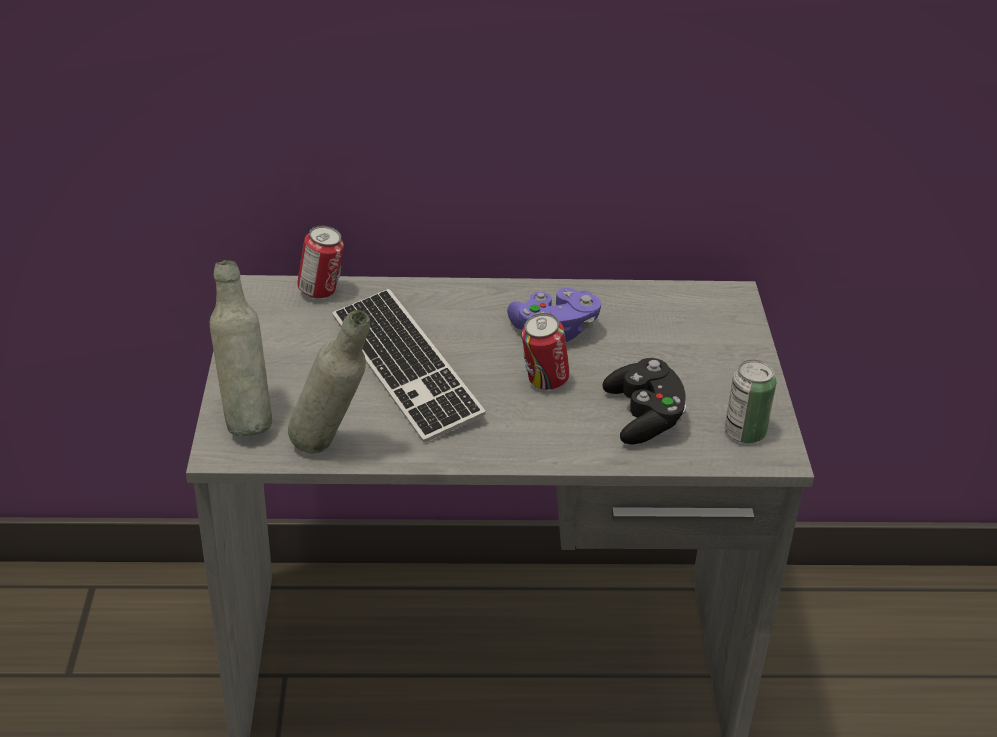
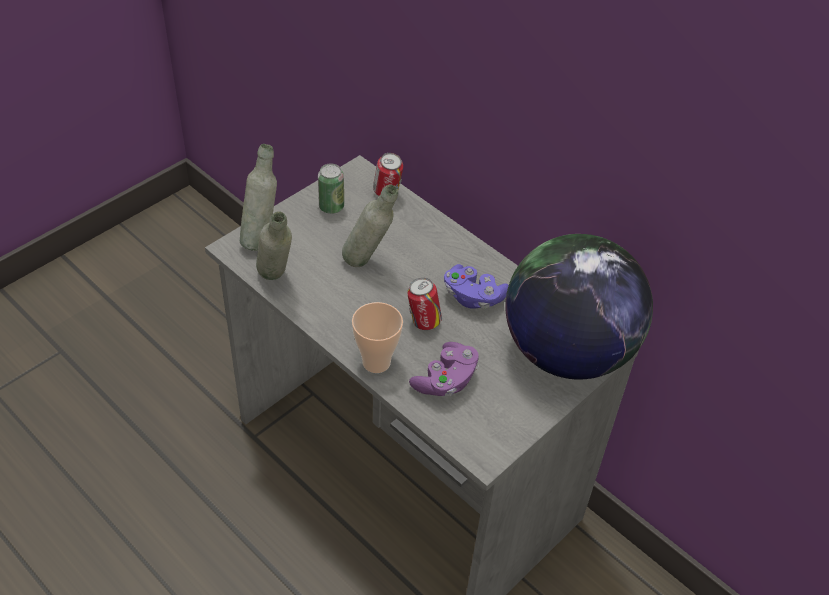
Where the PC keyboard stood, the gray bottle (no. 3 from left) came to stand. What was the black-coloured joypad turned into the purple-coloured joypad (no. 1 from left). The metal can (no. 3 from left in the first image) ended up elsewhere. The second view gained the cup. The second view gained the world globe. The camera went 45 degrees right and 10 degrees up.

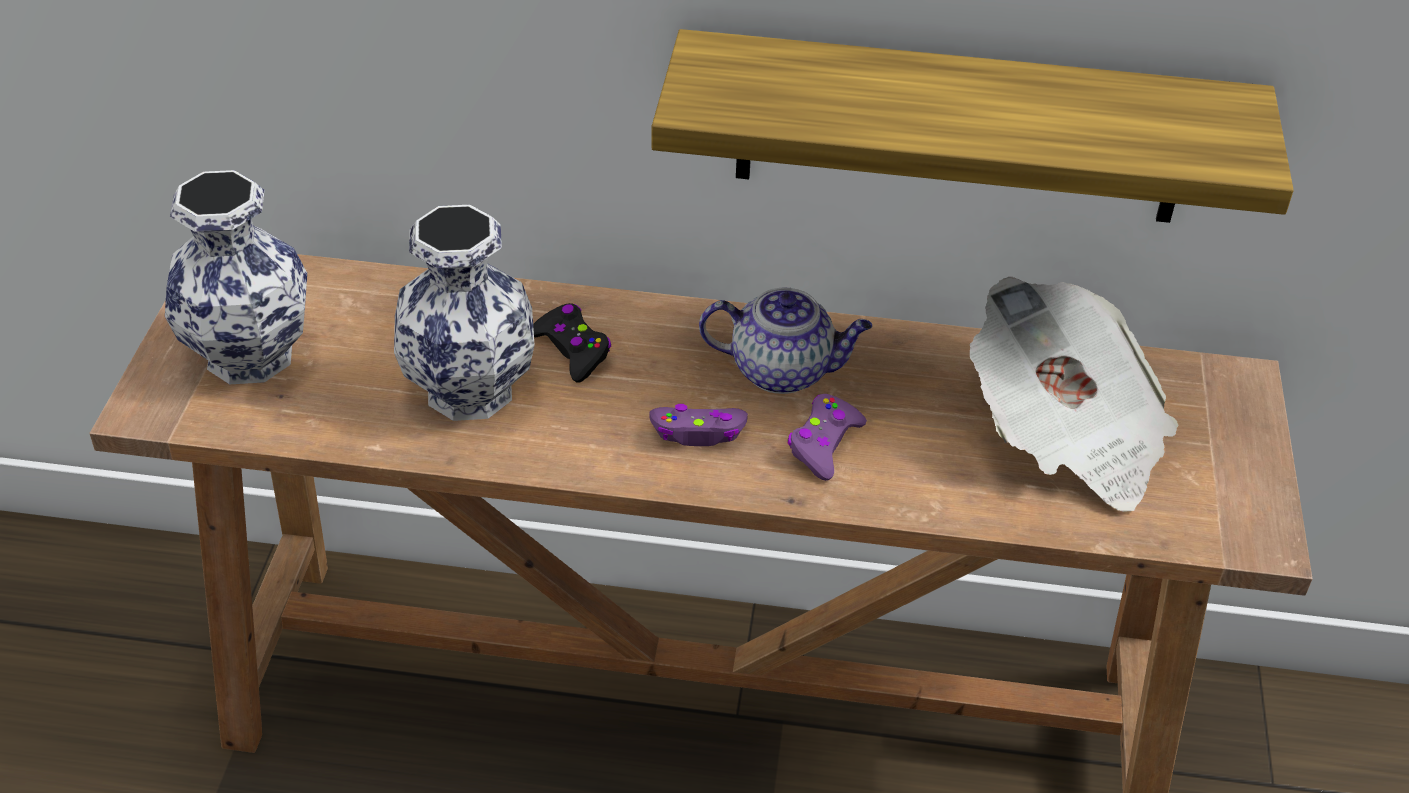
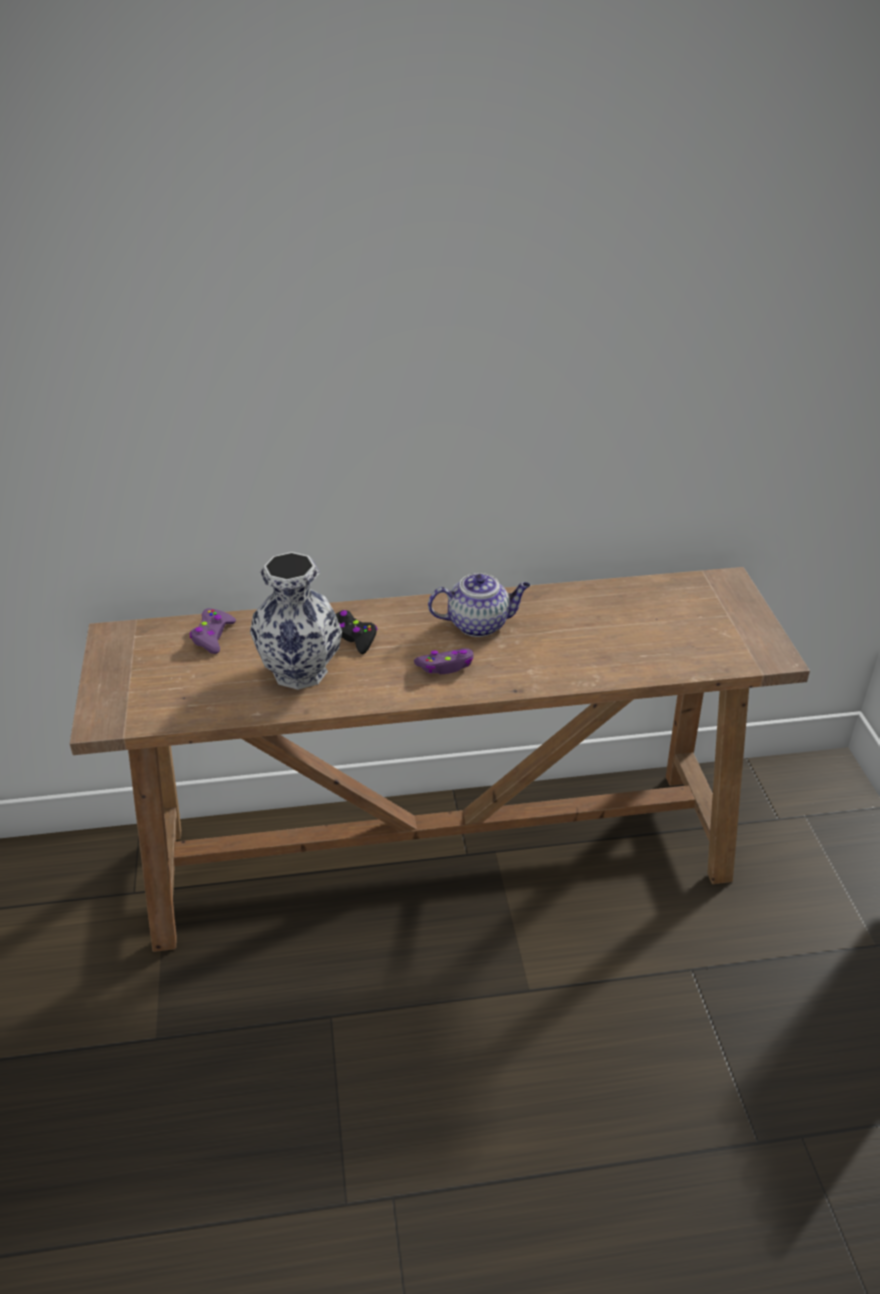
The second view lost the decorative vase (no. 1 from left). The second view lost the wall shelf. The purple-coloured joypad (no. 2 from left in the first image) ended up elsewhere. The second view lost the newspaper. The camera went 15 degrees left and 5 degrees down.

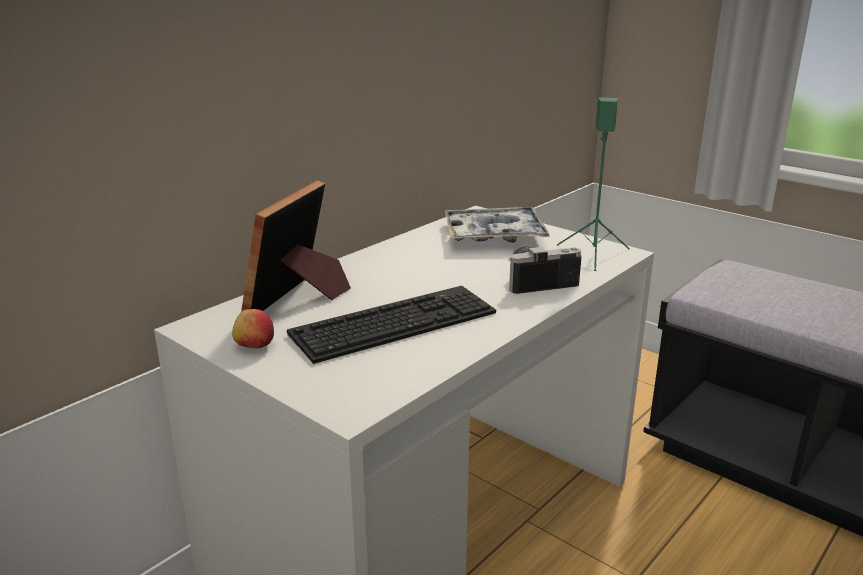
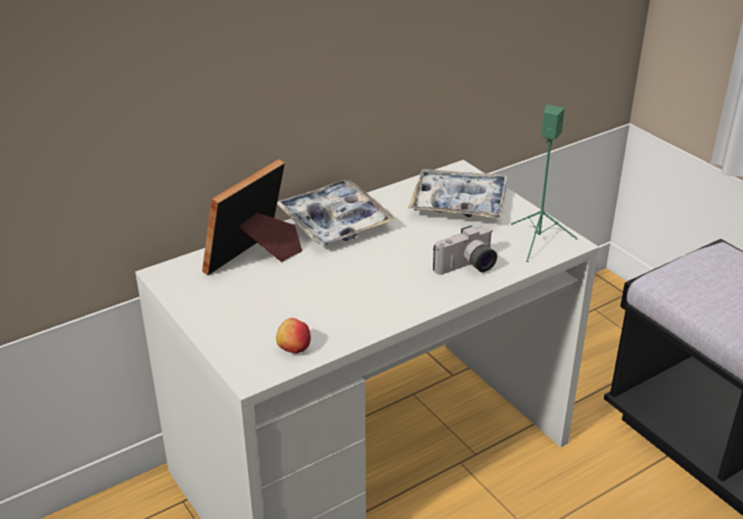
The apple fruit ended up elsewhere. The second view lost the PC keyboard. The still camera ended up facing another way, 150 degrees clockwise from before. The second view gained the serving tray (no. 1 from left). The camera went 15 degrees right and 10 degrees up.

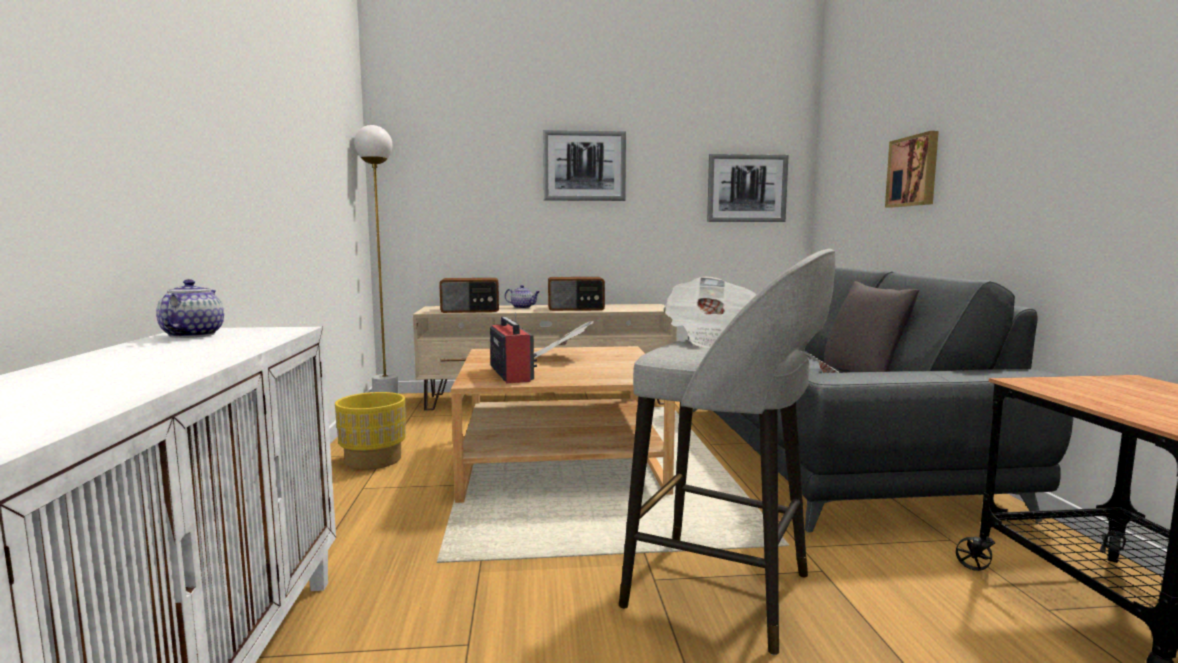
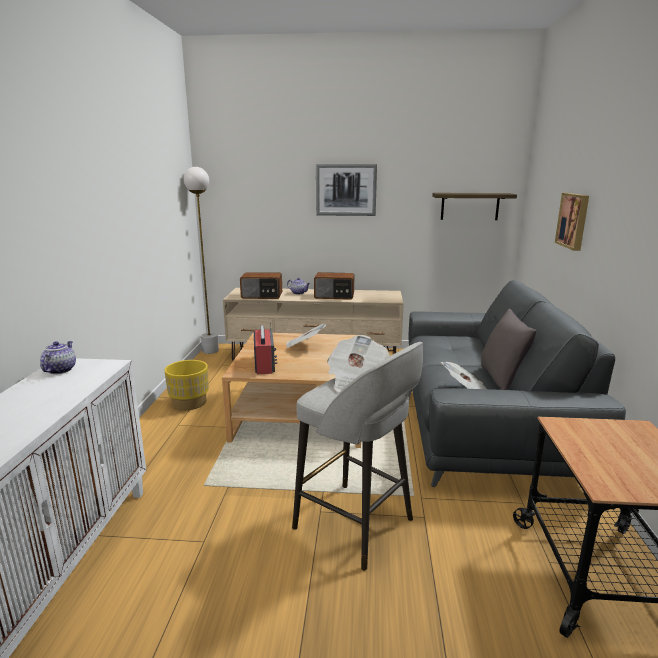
Where the wall picture (no. 2 from left) hung, the wall shelf came to hang. The camera went 10 degrees right and 10 degrees up.

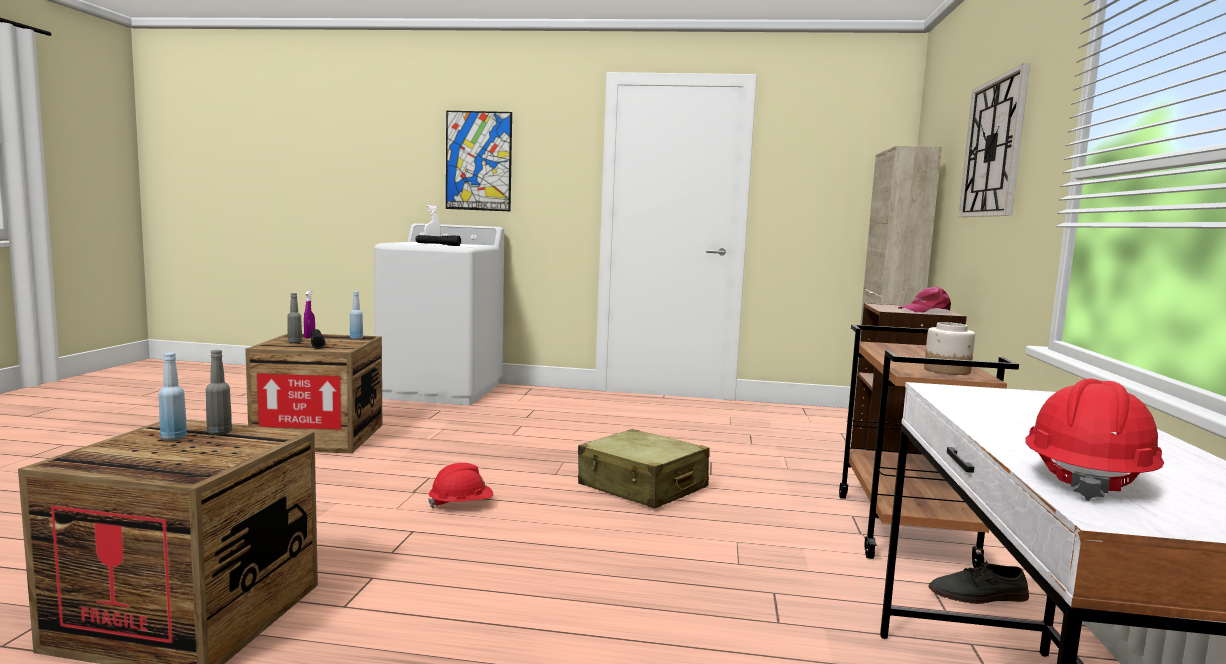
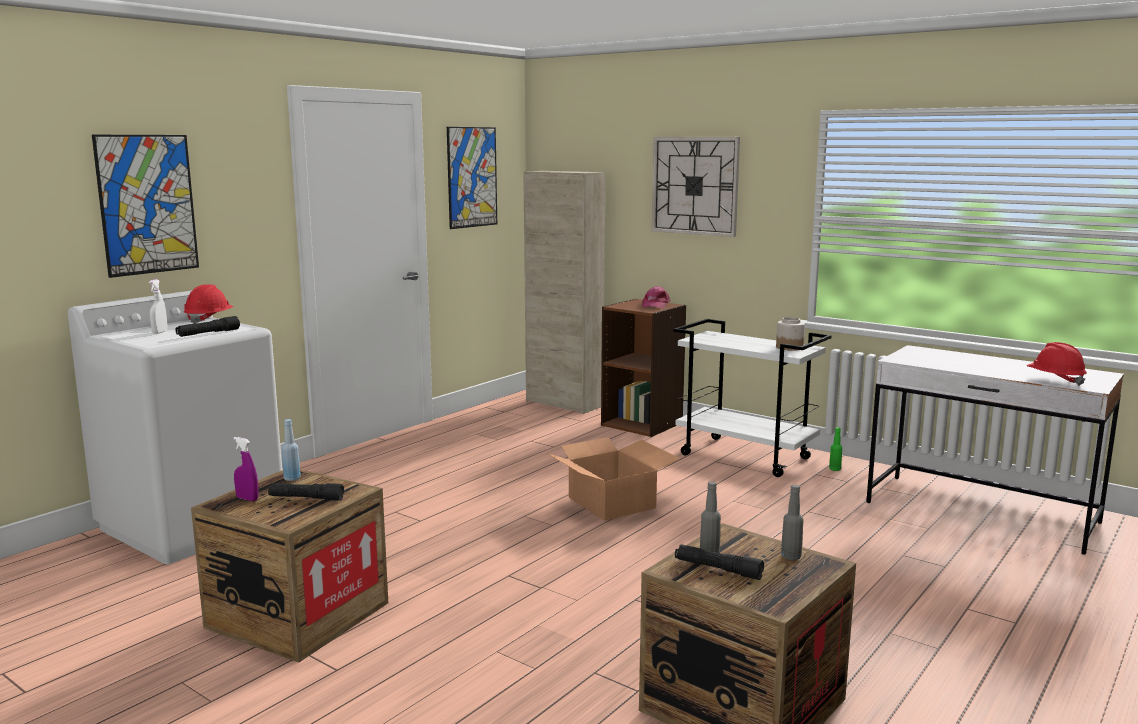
Where the blue bottle (no. 1 from left) stood, the black-coloured hand torch (no. 3 from left) came to stand. The gray bottle (no. 2 from left) ended up elsewhere. The red safety helmet (no. 1 from left) ended up elsewhere. Where the beige-coloured travel case stood, the carton came to stand. What was the brown wheeled cart turned into the white wheeled cart. Where the gray low shoe stood, the green-coloured bottle came to stand. The second view gained the wall picture (no. 2 from left). The camera went 60 degrees left and 5 degrees up.

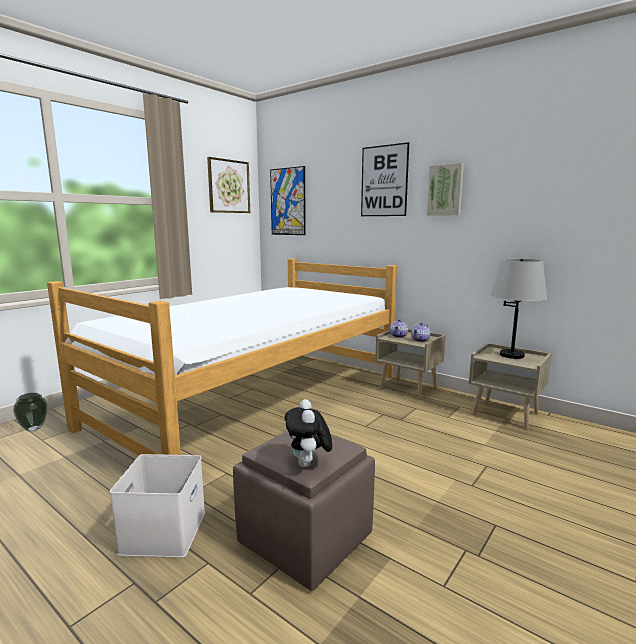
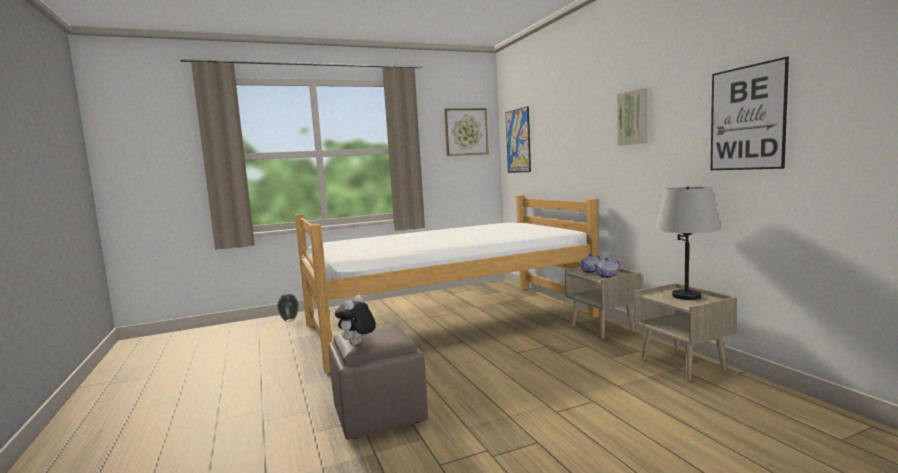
The second view lost the white storage container. The wall picture (no. 3 from left in the first image) ended up elsewhere. The camera went 30 degrees right and 5 degrees down.

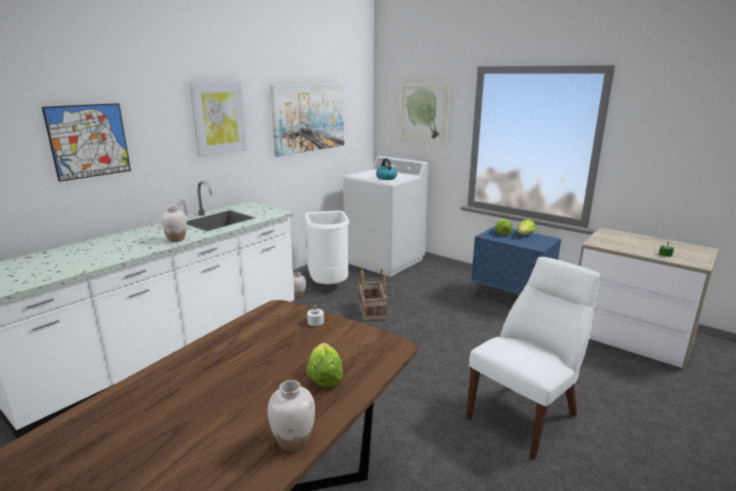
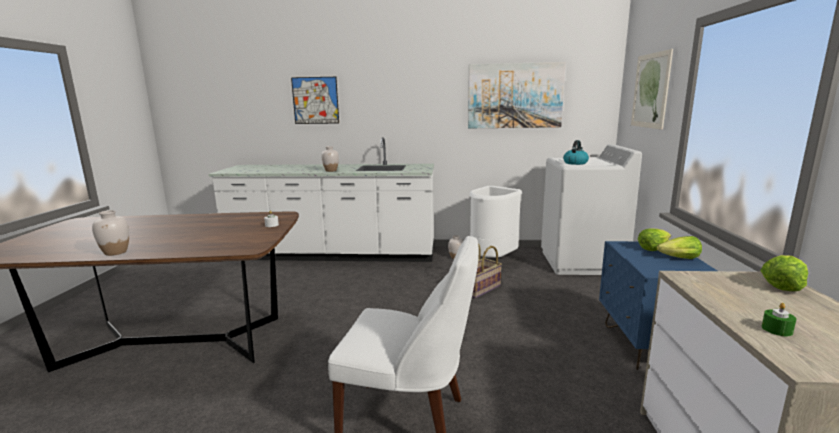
The second view lost the wall picture (no. 2 from left). The lettuce (no. 1 from left in the first image) ended up elsewhere. The camera went 55 degrees right and 5 degrees down.

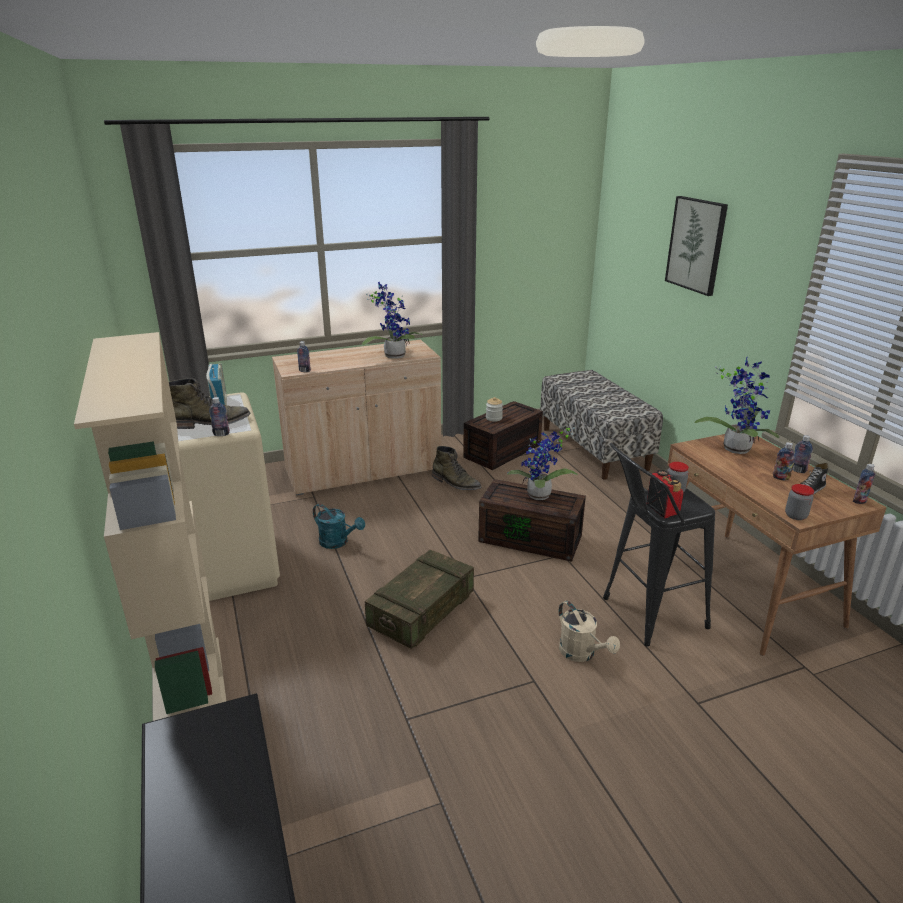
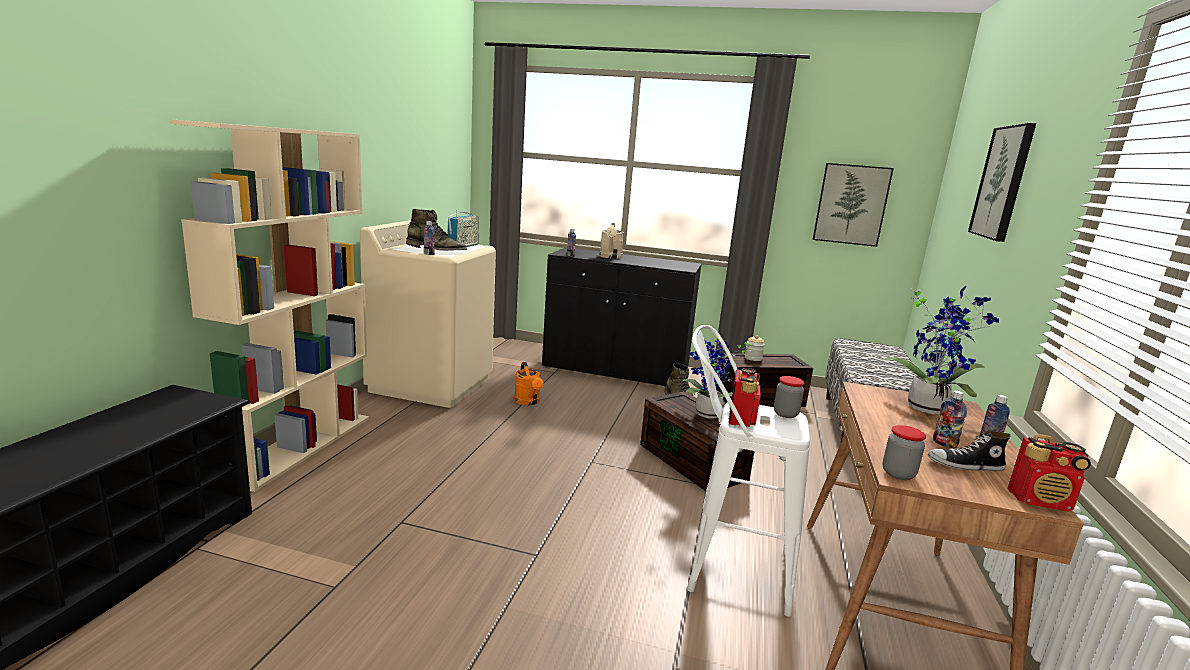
What was the beige-coloured storage cabinet turned into the black-coloured storage cabinet. What was the turquoise-coloured watering pot turned into the orangey watering pot. The second view lost the plant in a pot (no. 1 from left). The second view lost the shipping crate. The beige-coloured watering pot ended up elsewhere. What was the black-coloured stool turned into the white stool. Where the bottle (no. 5 from left) stood, the radio set (no. 3 from left) came to stand. The second view gained the wall picture (no. 1 from left). The camera went 35 degrees right and 10 degrees down.

